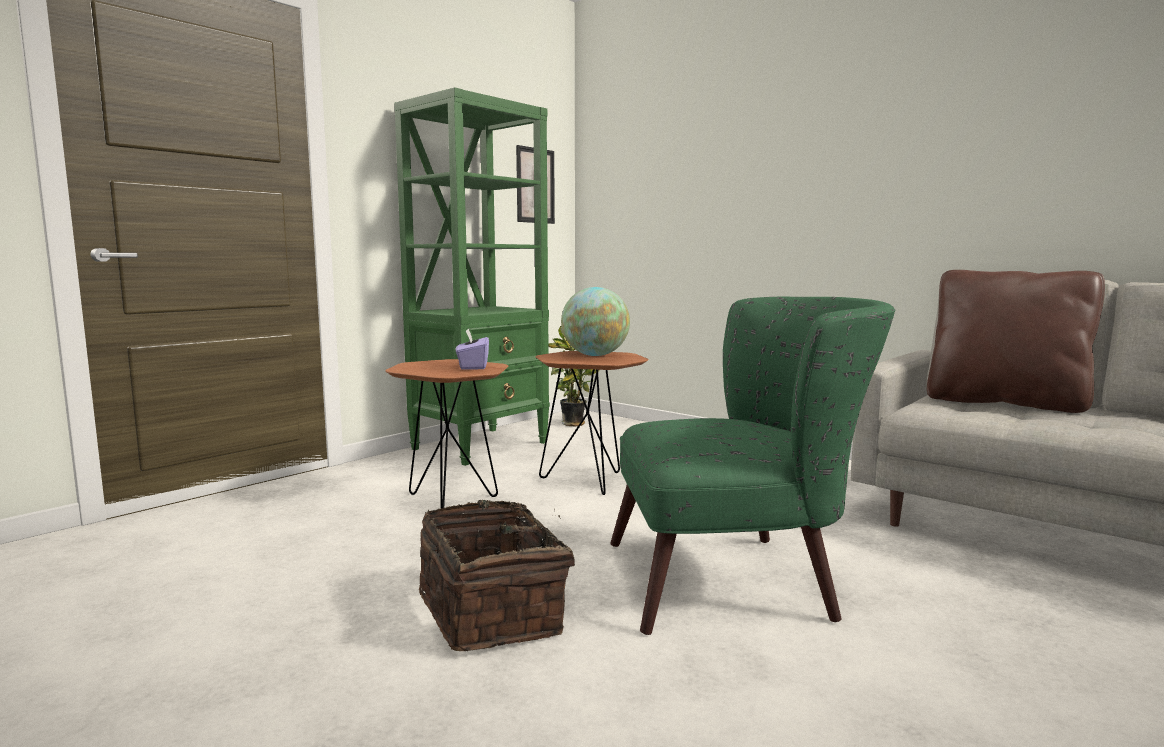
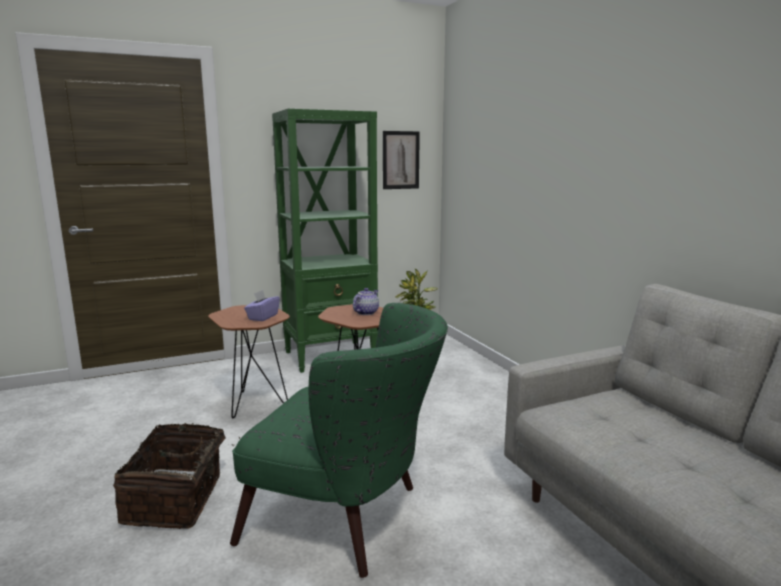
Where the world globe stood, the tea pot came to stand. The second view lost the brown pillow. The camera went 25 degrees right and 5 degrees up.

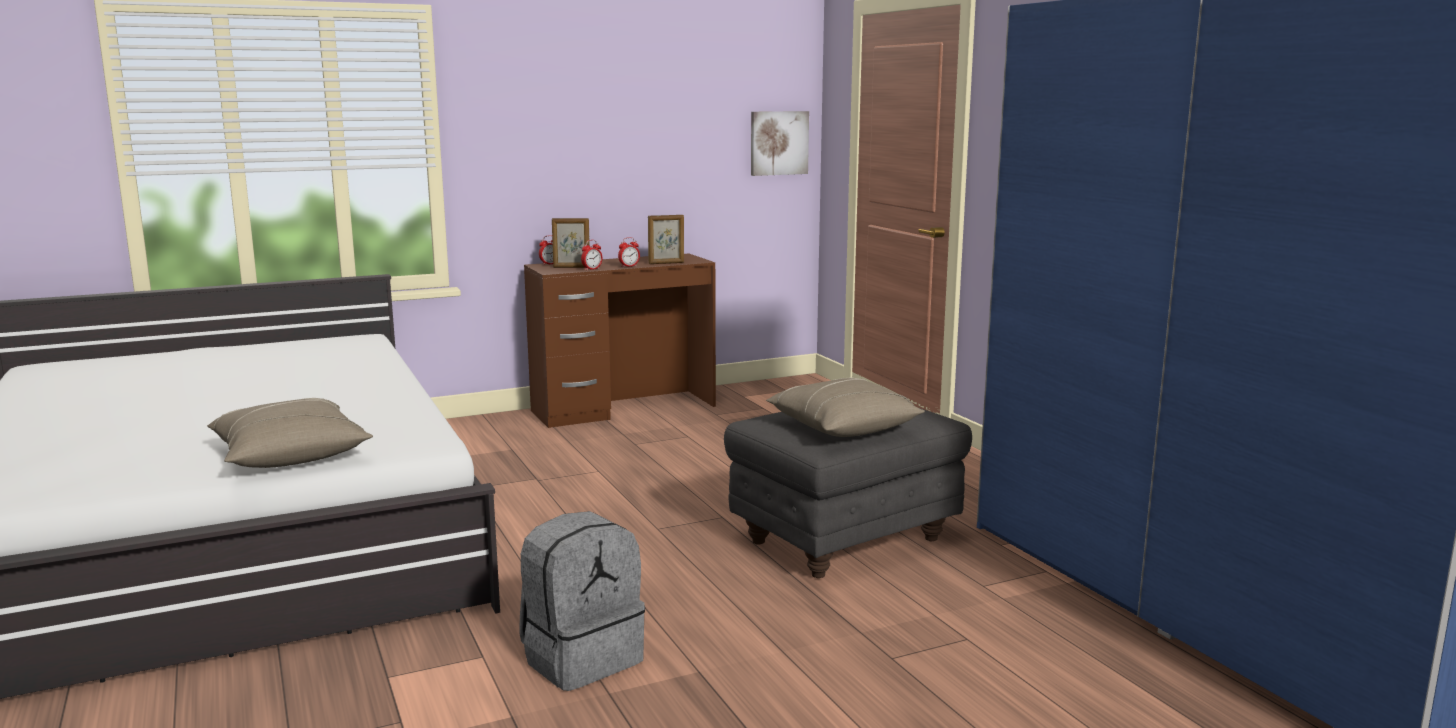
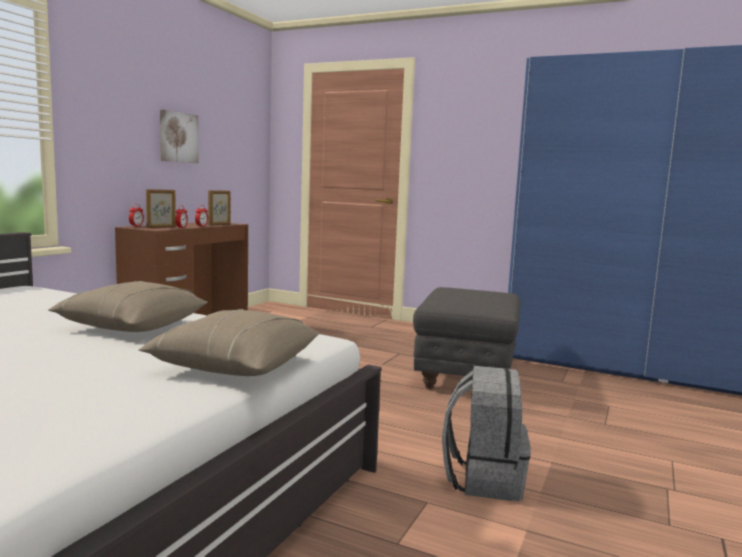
The wall picture ended up elsewhere. The beige-coloured pillow (no. 2 from left in the first image) ended up elsewhere. The camera went 40 degrees left and 5 degrees down.

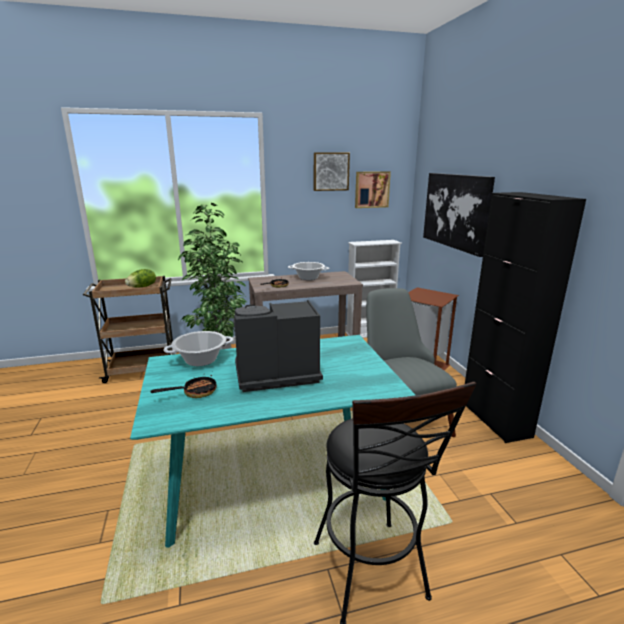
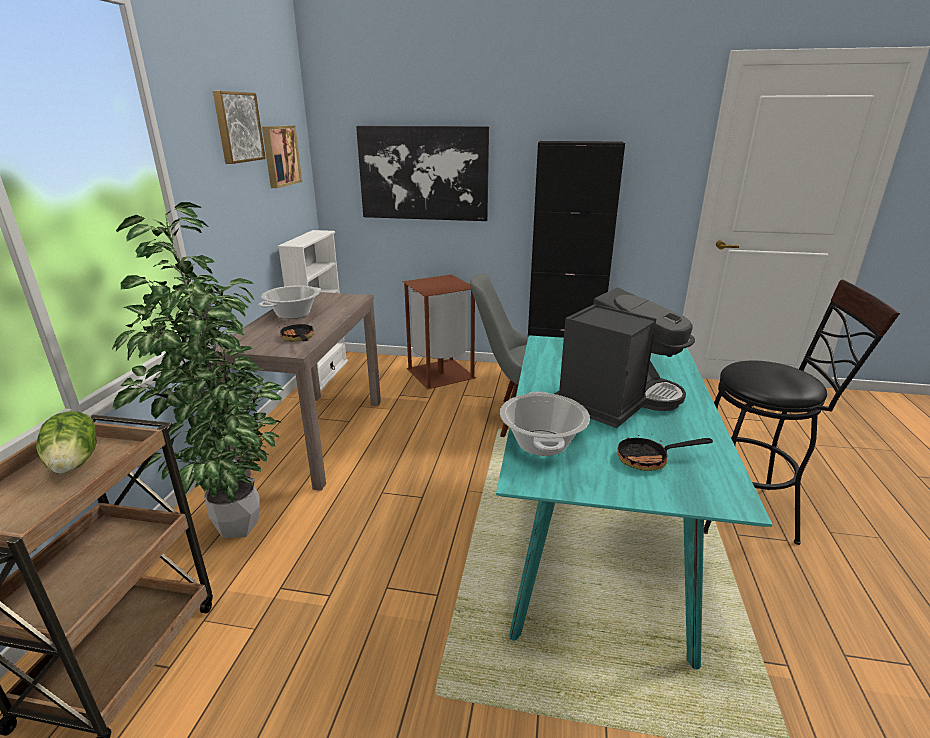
The frying pan (no. 1 from left in the first image) ended up facing another way, 90 degrees counterclockwise from before. The coffee maker ended up facing another way, 150 degrees counterclockwise from before. The camera went 65 degrees left and 5 degrees up.

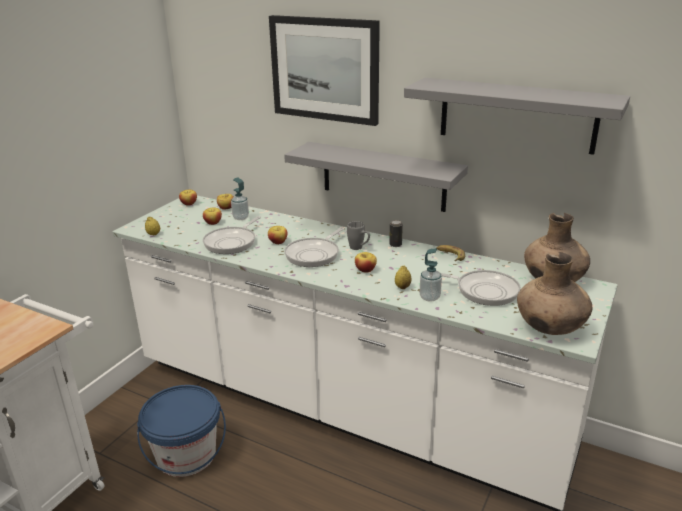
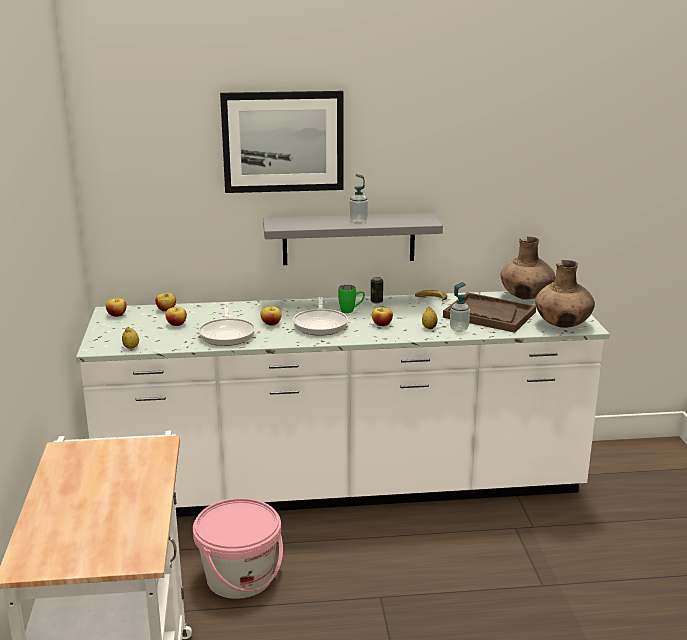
What was the blue water bucket turned into the pinkish water bucket. The liquid soap bottle (no. 1 from left) ended up elsewhere. What was the gray tea mug turned into the green-coloured tea mug. The second view lost the gray wall shelf (no. 2 from left). Where the frying pan (no. 3 from left) stood, the brown serving tray came to stand. The camera went 35 degrees left and 5 degrees down.

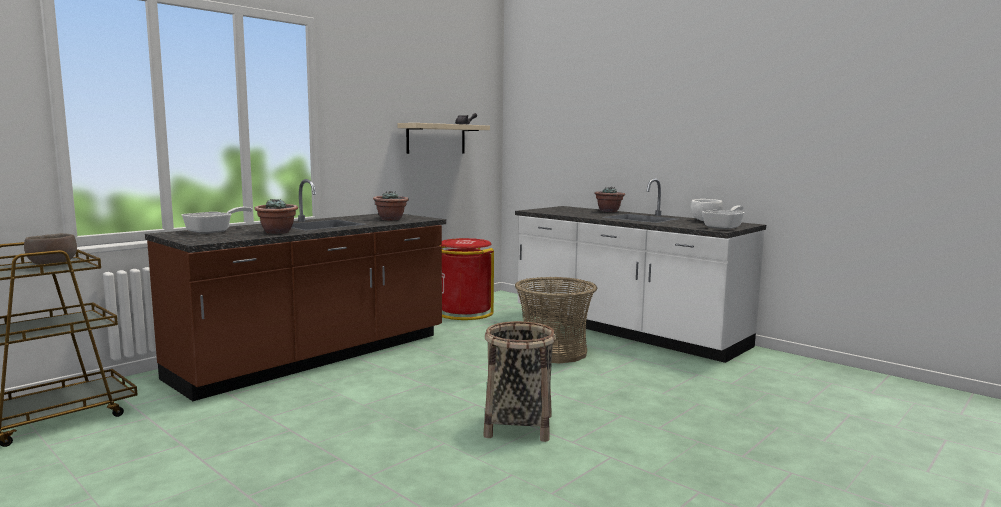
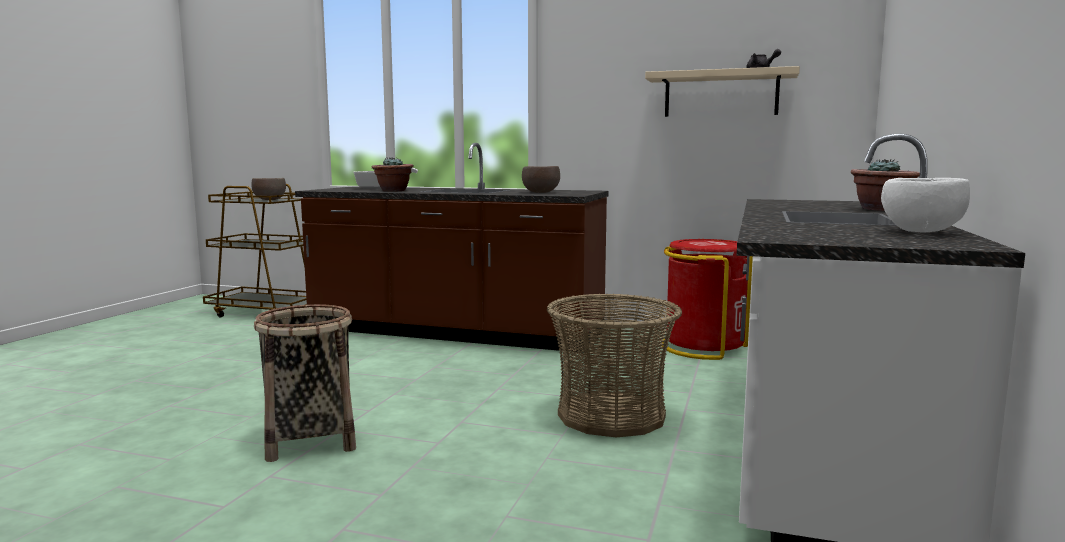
Where the plant in a pot (no. 2 from left) stood, the brown deep dish (no. 2 from left) came to stand. The second view lost the frying pan (no. 2 from left). The camera went 65 degrees right and 0 degrees up.

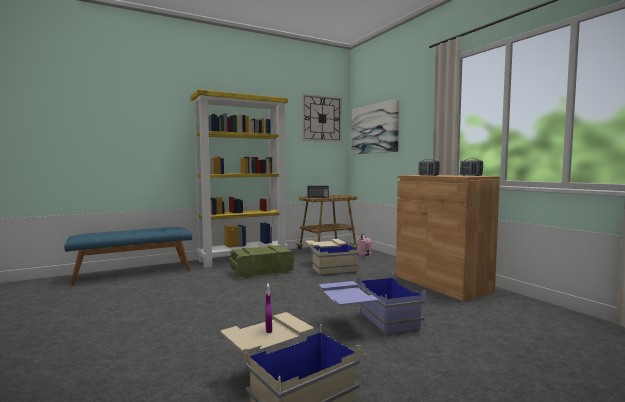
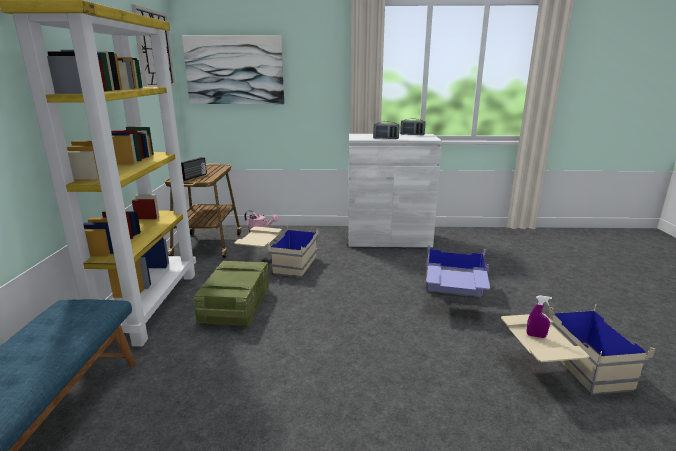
What was the brown storage cabinet turned into the white storage cabinet. The camera went 60 degrees left and 15 degrees up.

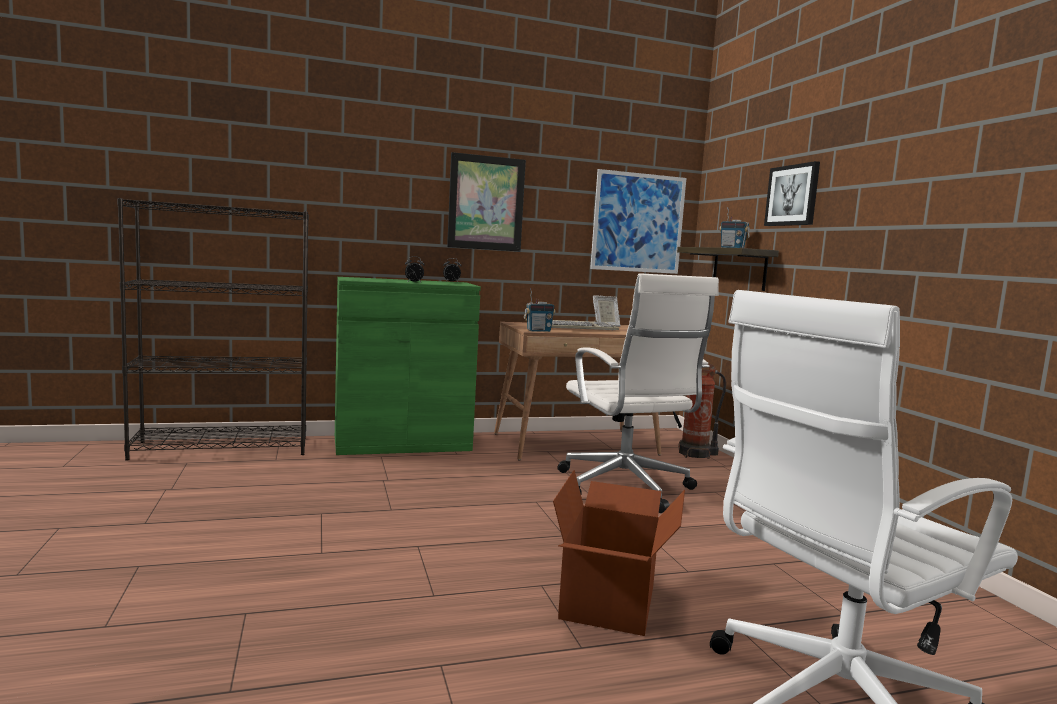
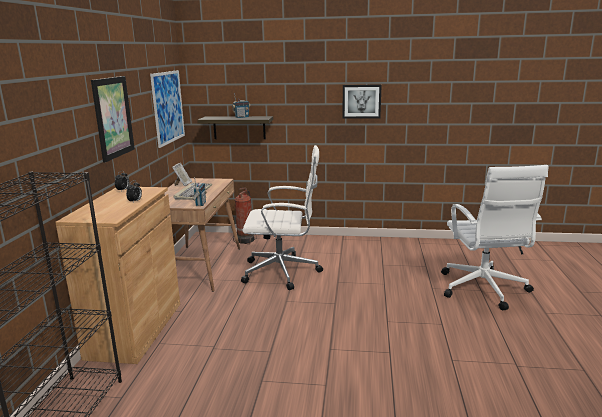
What was the green-coloured storage cabinet turned into the brown storage cabinet. The second view lost the carton. The wall picture (no. 3 from left) ended up elsewhere. The camera went 65 degrees left and 10 degrees up.

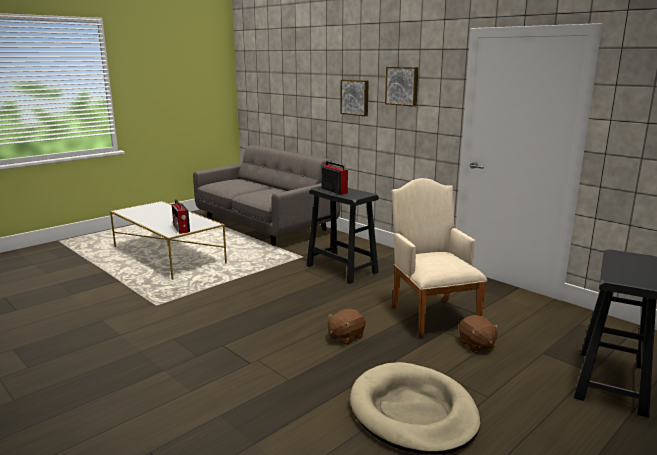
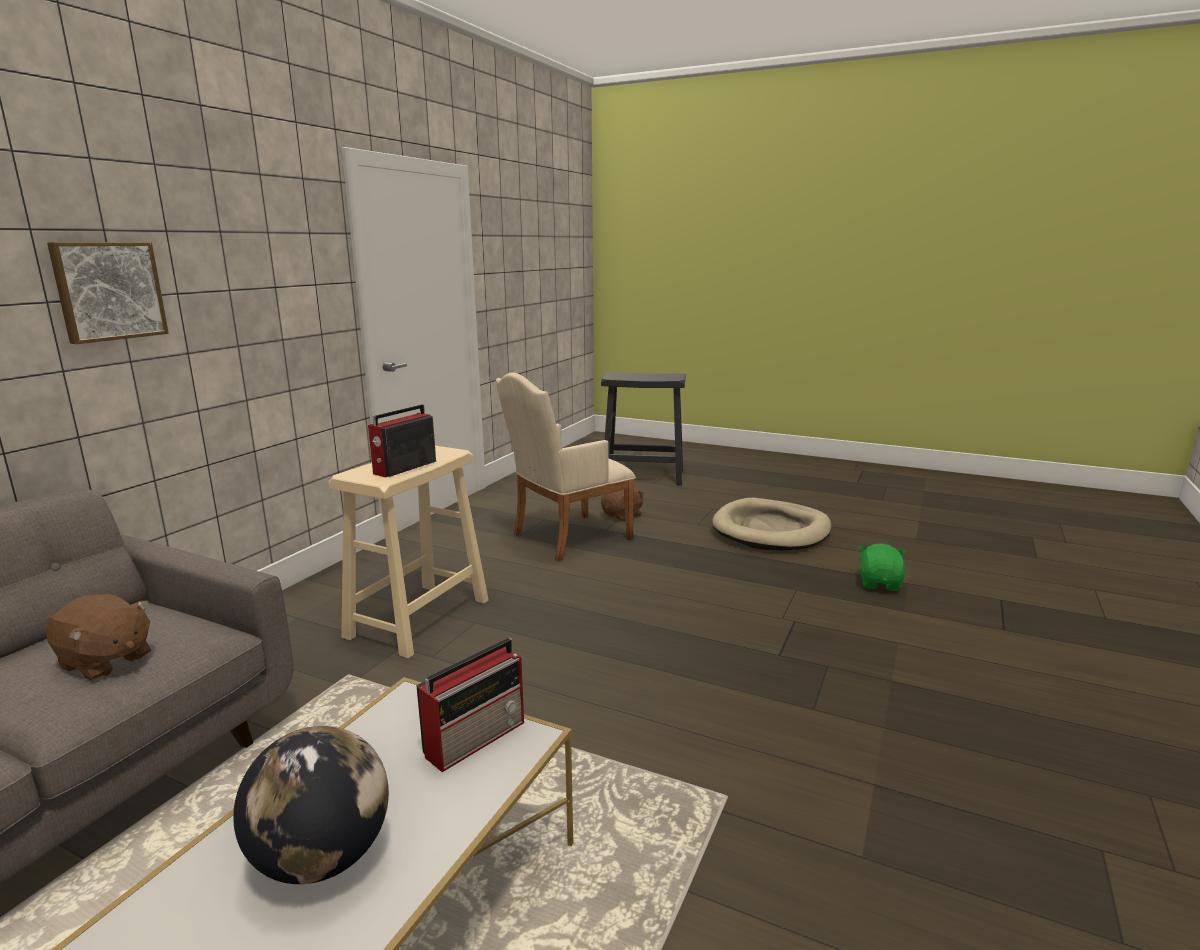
What was the black-coloured stool (no. 1 from left) turned into the beige-coloured stool. The brown plush toy (no. 1 from left) ended up elsewhere. The second view lost the wall picture (no. 2 from left). The second view gained the world globe. The second view gained the green-coloured plush toy. The camera went 110 degrees left and 0 degrees up.

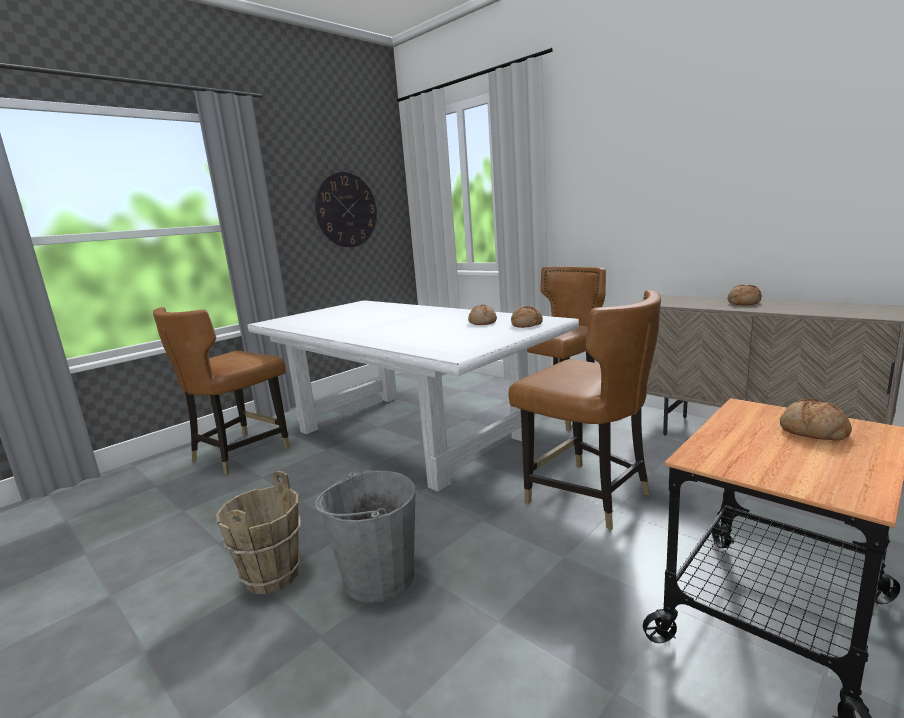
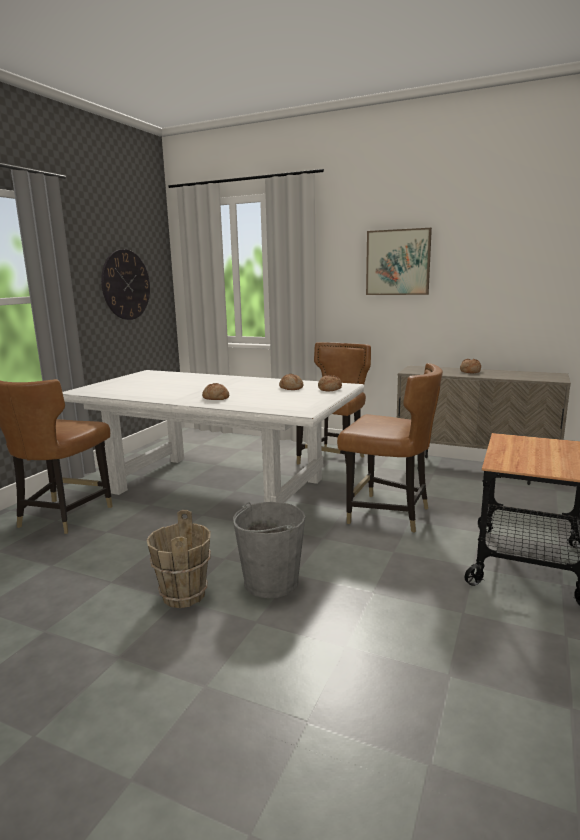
The bakery bread (no. 4 from left in the first image) ended up elsewhere. The second view gained the wall picture. The camera went 20 degrees left and 0 degrees up.

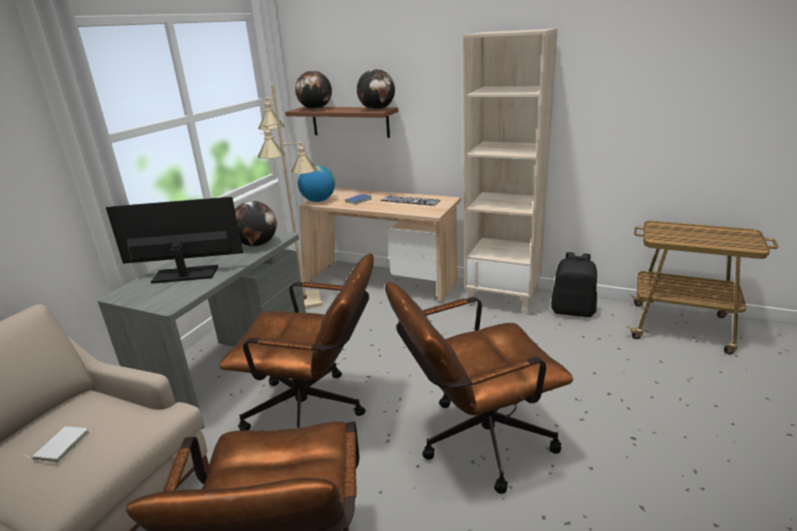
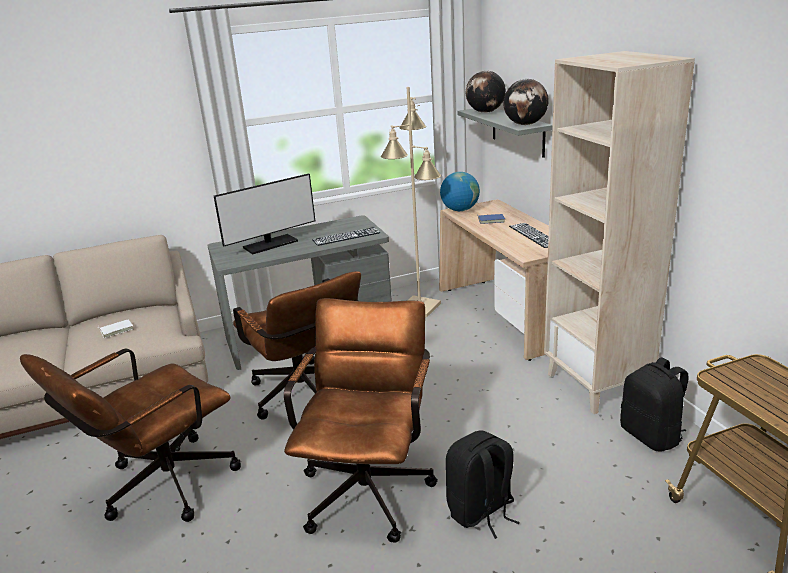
The computer screen ended up facing another way, 105 degrees clockwise from before. Where the world globe (no. 1 from left) stood, the PC keyboard (no. 1 from left) came to stand. What was the brown wall shelf turned into the gray wall shelf. The brown office chair (no. 3 from left) ended up facing another way, 75 degrees clockwise from before. The second view gained the black-coloured rucksack (no. 1 from left). The camera went 45 degrees right and 0 degrees up.

